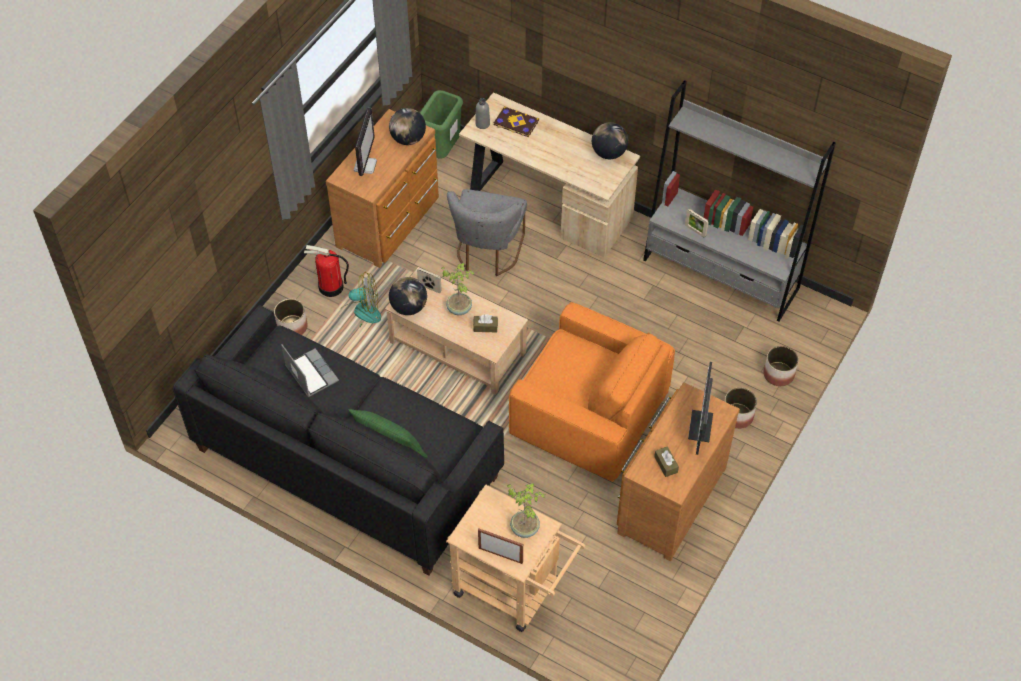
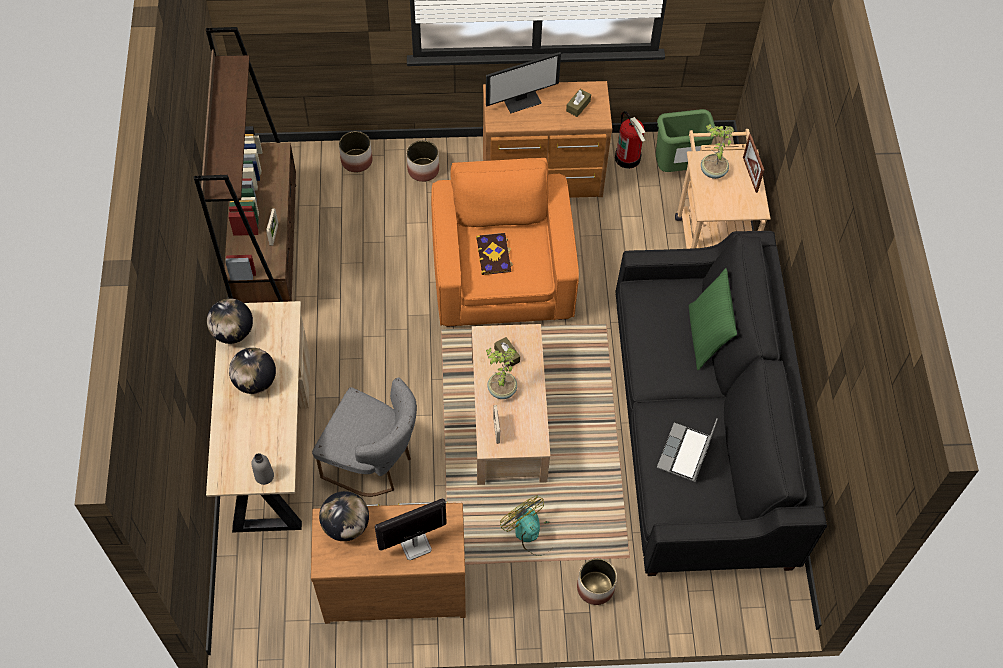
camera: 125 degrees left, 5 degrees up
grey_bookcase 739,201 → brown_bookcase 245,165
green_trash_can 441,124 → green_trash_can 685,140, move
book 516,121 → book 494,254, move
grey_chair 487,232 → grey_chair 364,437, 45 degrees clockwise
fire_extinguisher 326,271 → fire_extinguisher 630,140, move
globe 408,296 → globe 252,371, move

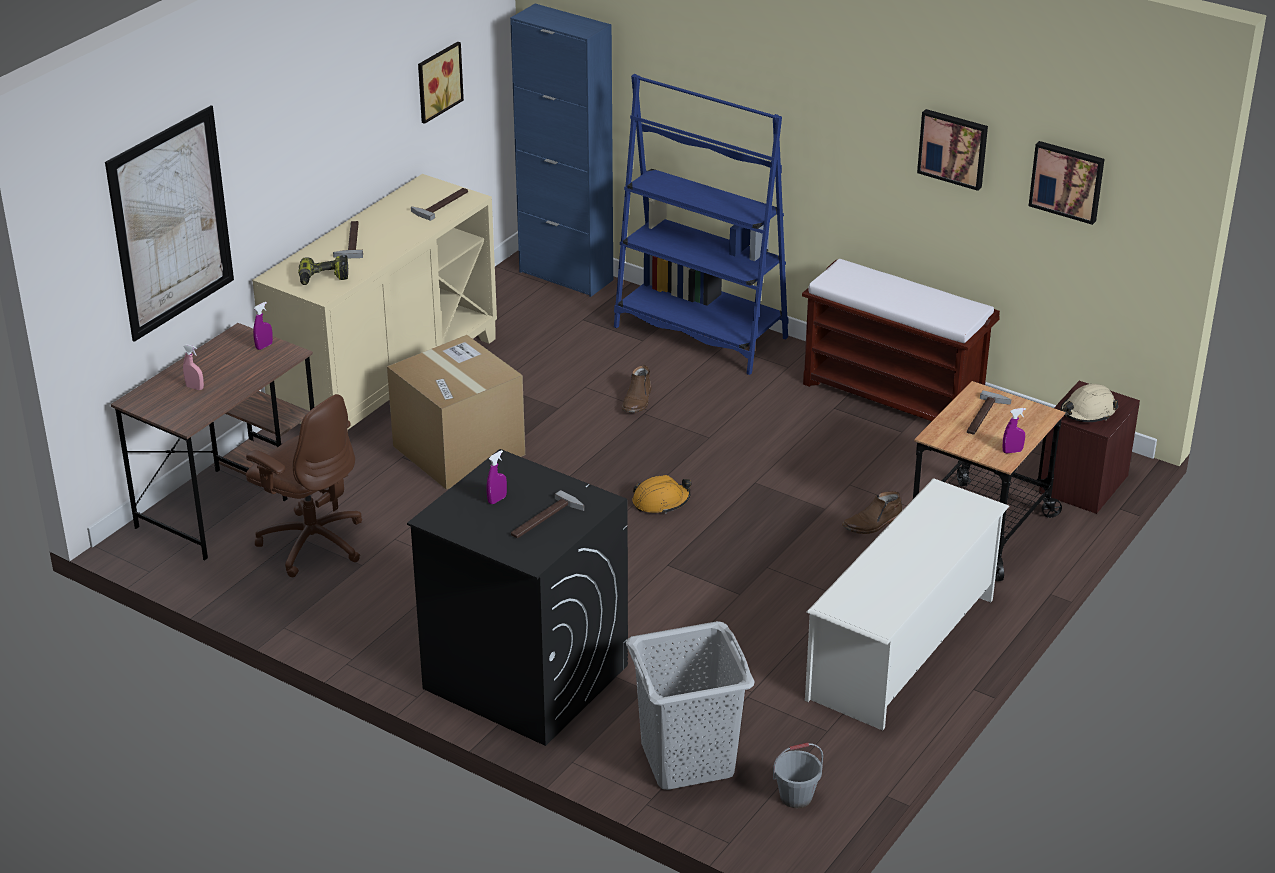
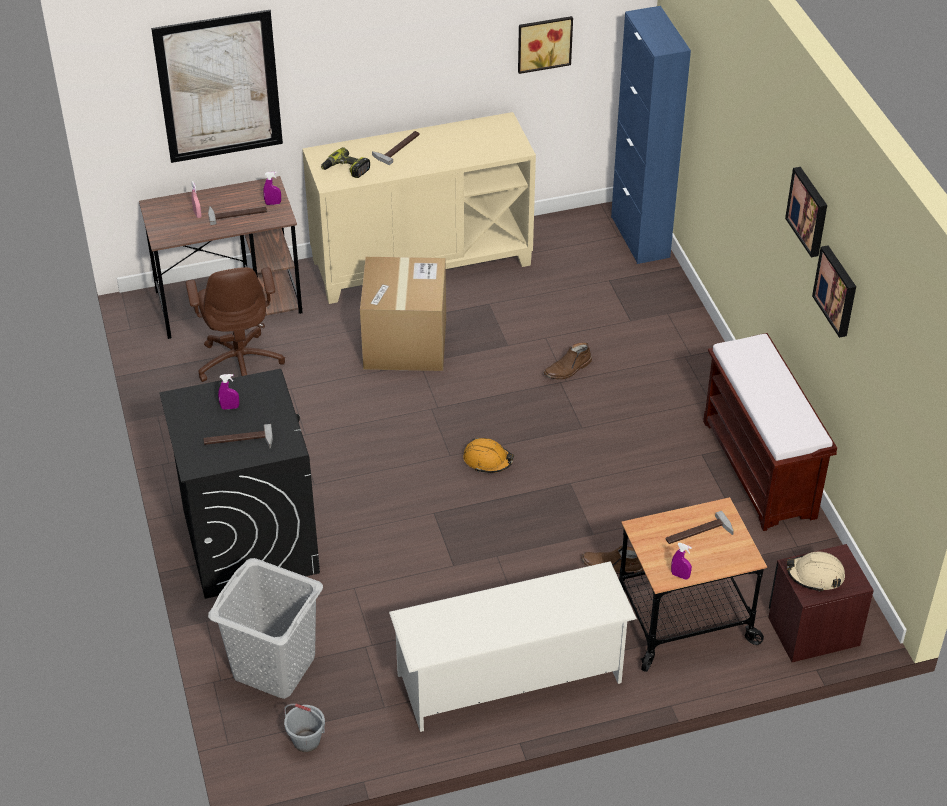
camera: 40 degrees right, 10 degrees up
blue_bookcase 701,224 → -
picture 1066,183 → picture 806,212, move
hammer 439,204 → hammer 237,215, move

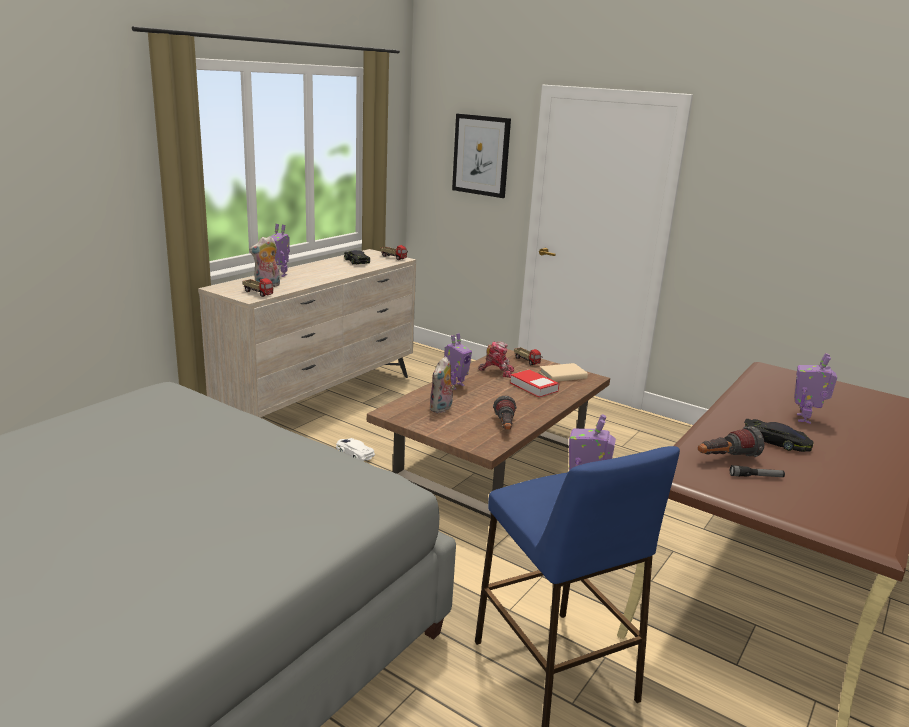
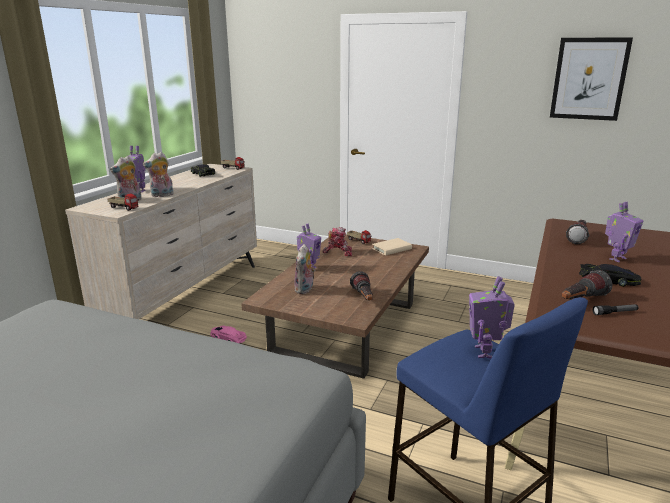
camera: 10 degrees left, 0 degrees up
picture 481,156 → picture 591,79, move
toy_robot 815,388 → toy_robot 624,232, 135 degrees counterclockwise
book 534,383 → -
white_toy_car 355,449 → pink_toy_car 228,334
- → plush_toy 158,174
- → flashlight 577,232

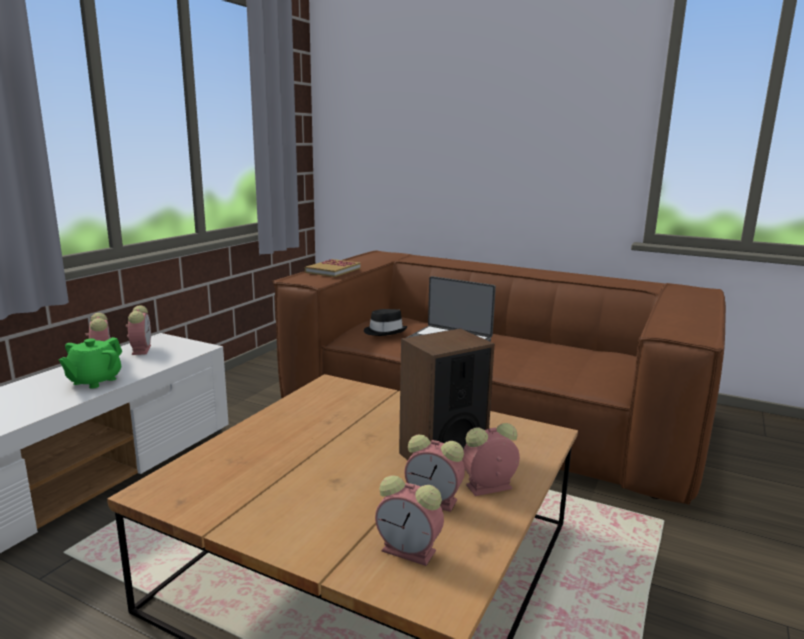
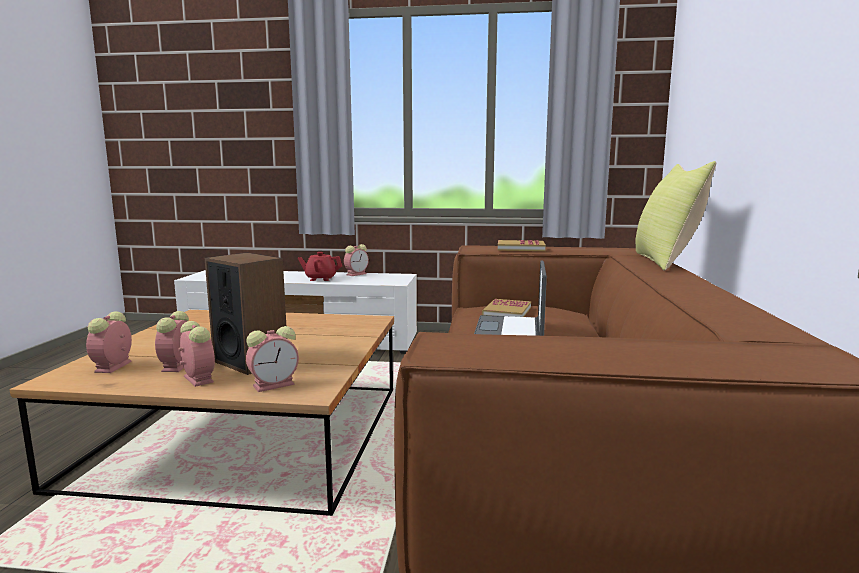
camera: 70 degrees right, 5 degrees down
alarm_clock 138,330 → alarm_clock 272,359, move
black_hat 385,322 → book 506,308
green_teapot 90,362 → red_teapot 320,266
- → yellow_pillow 675,216

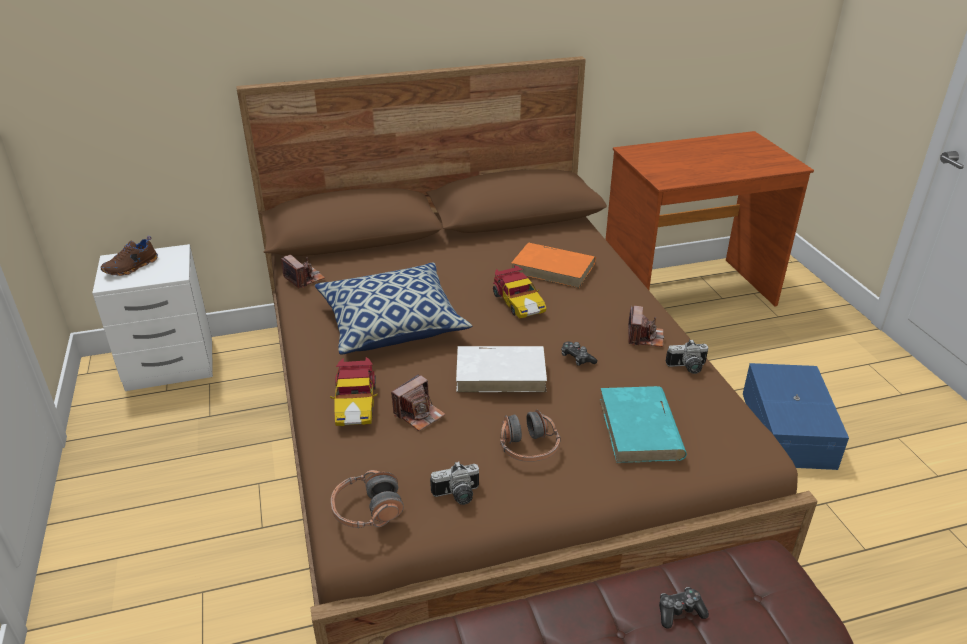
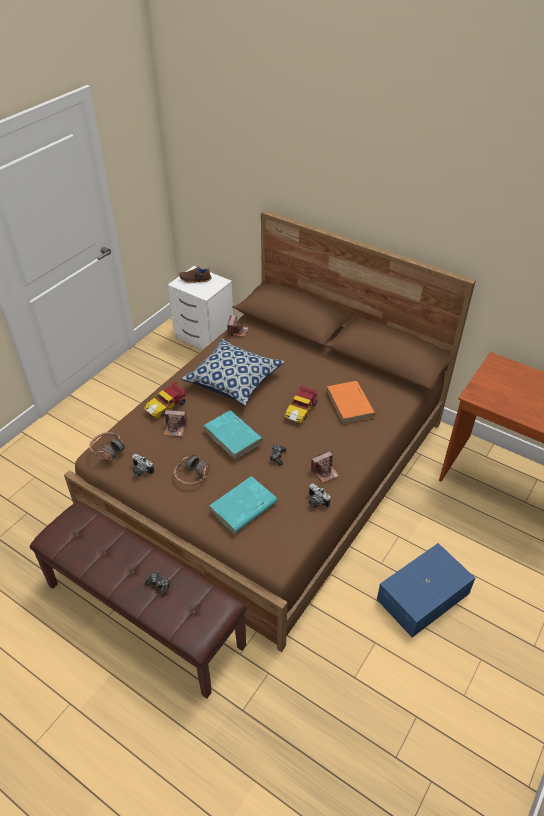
camera: 50 degrees right, 10 degrees up
white_book 501,369 → turquoise_book 233,435

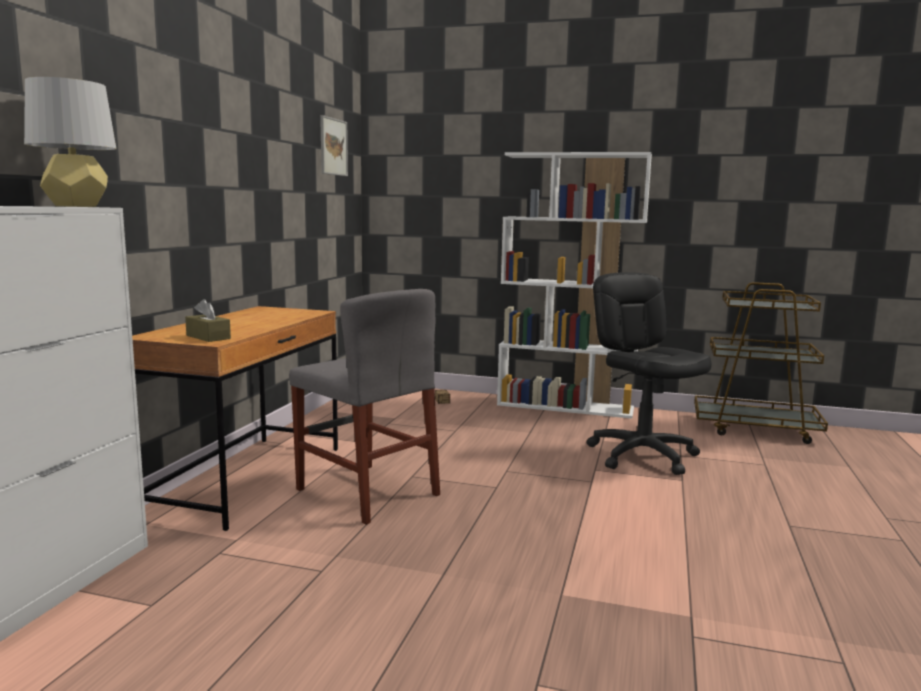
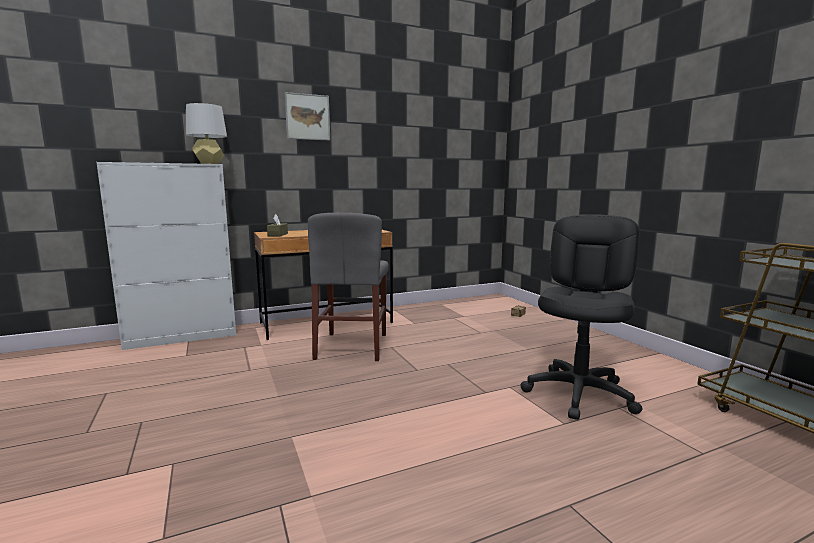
camera: 50 degrees right, 0 degrees up
picture 334,145 → picture 307,116, move
white_bookcase 574,285 → -

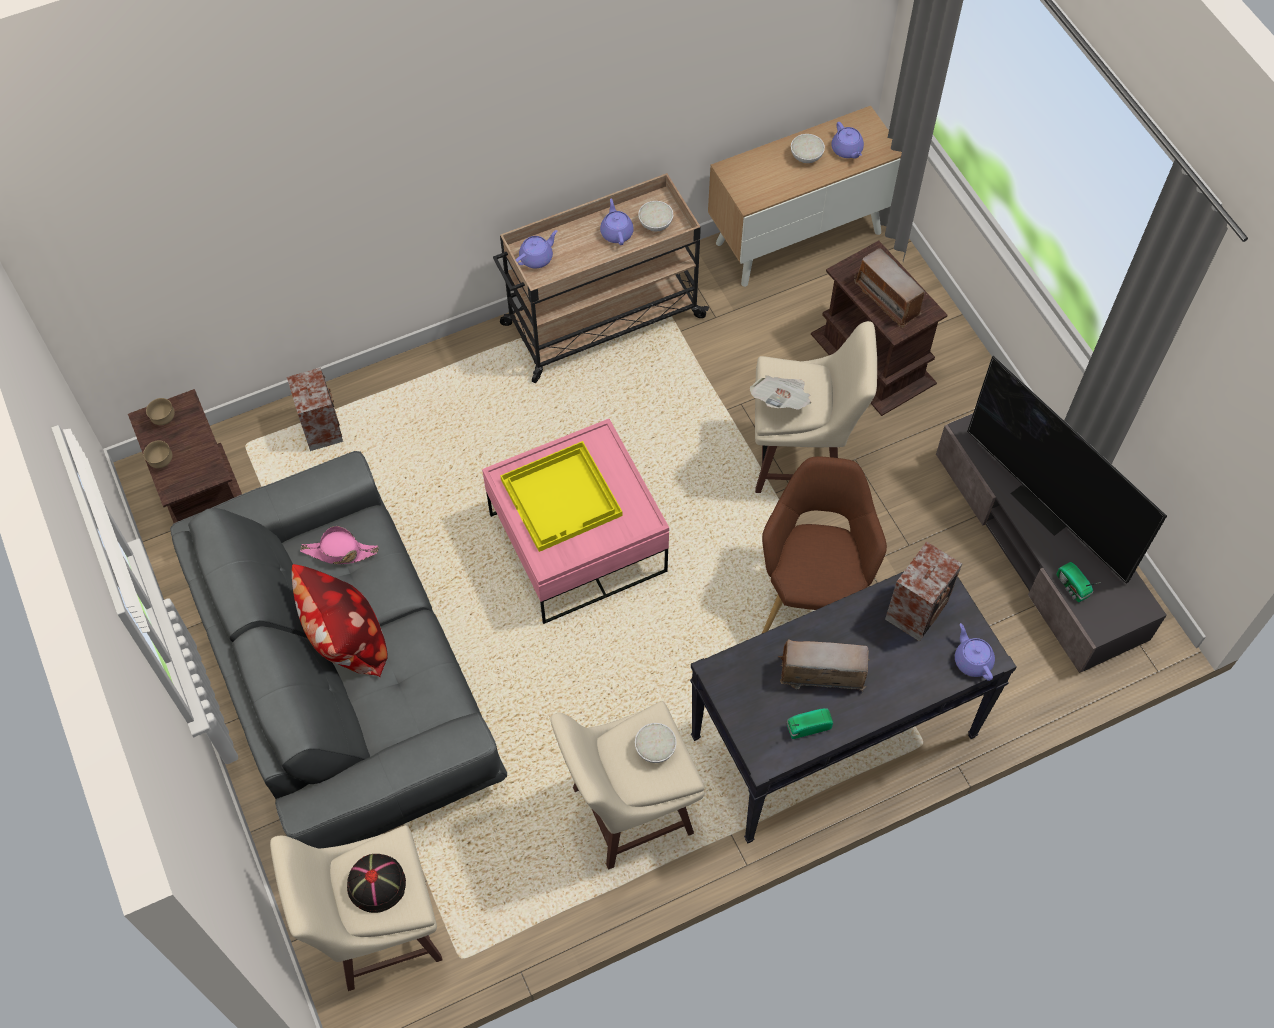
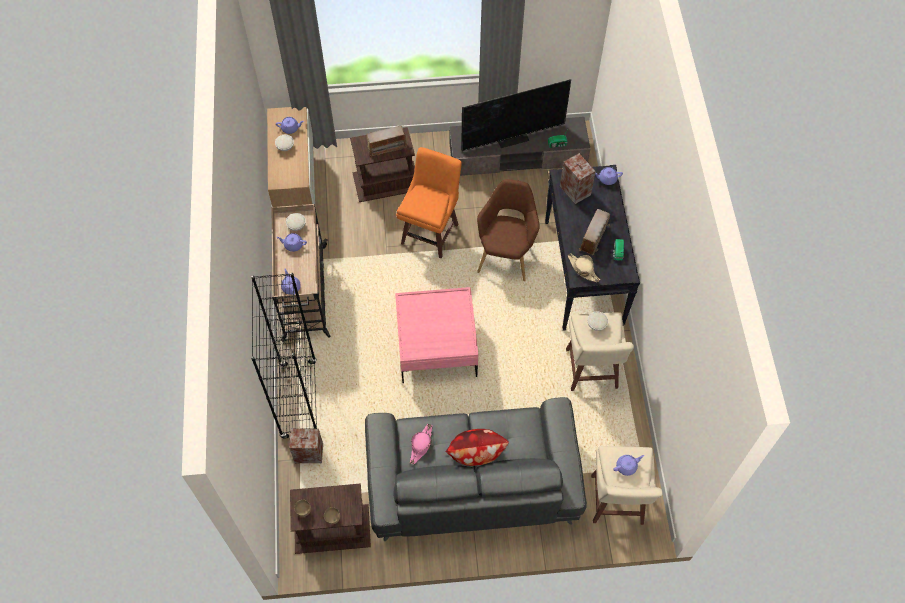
camera: 70 degrees left, 0 degrees up
beige_stool 816,407 → orange_stool 429,202
newspaper 780,392 → -
yellow_tray 561,496 → -
brown_armchair 824,544 → brown_armchair 508,230, 75 degrees clockwise
black_hat 376,883 → purple_teapot 628,465
- → beige_hat 584,267
- → black_bookcase 284,356

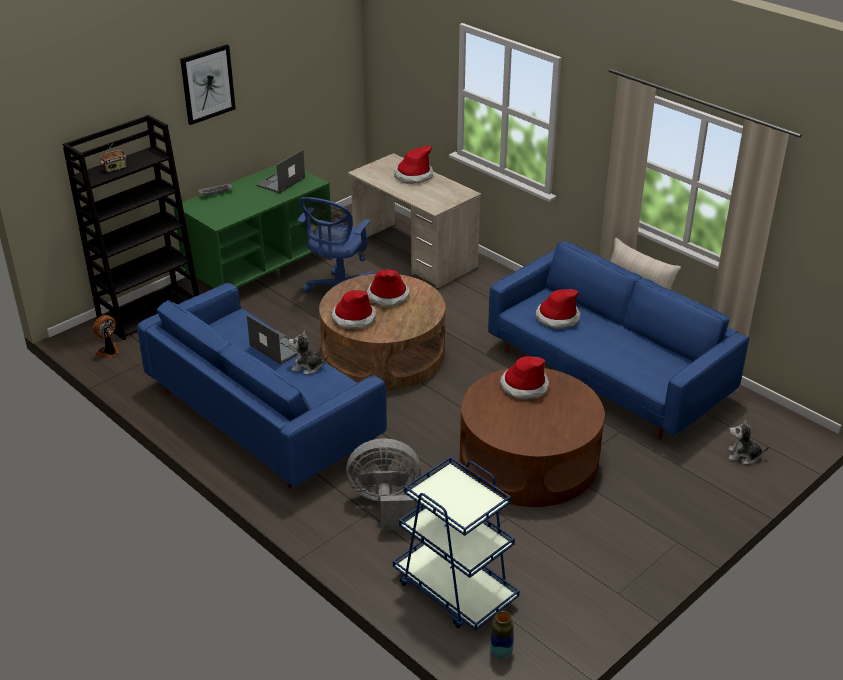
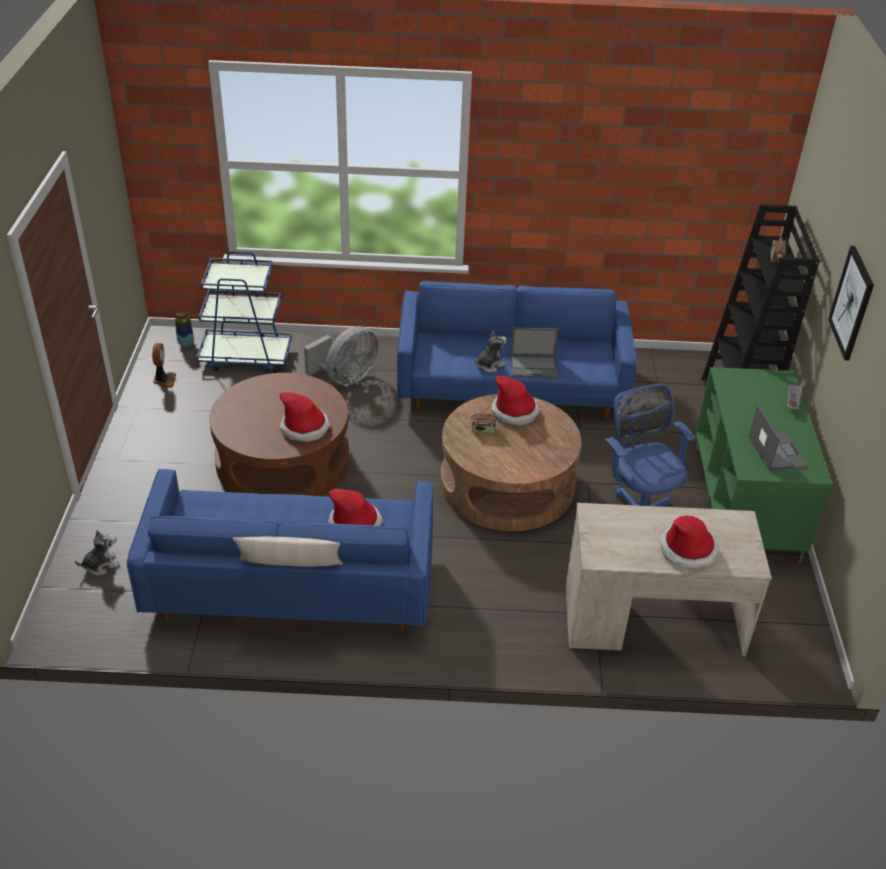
camera: 135 degrees right, 5 degrees up
hat 388,288 → -
fan 106,336 → fan 164,365, move
- → radio 484,420

